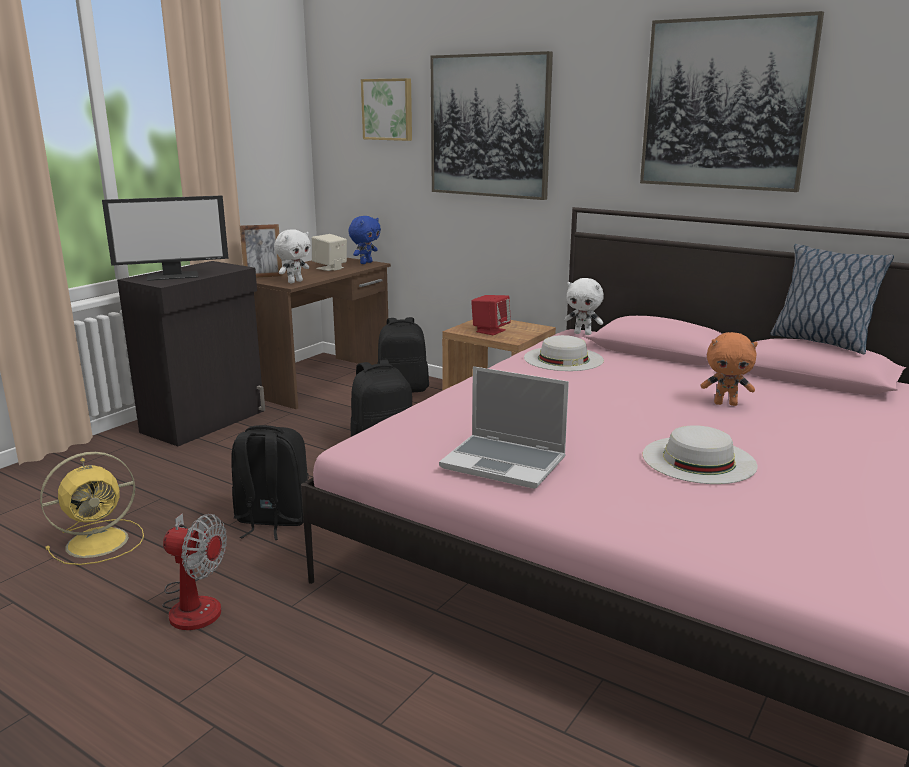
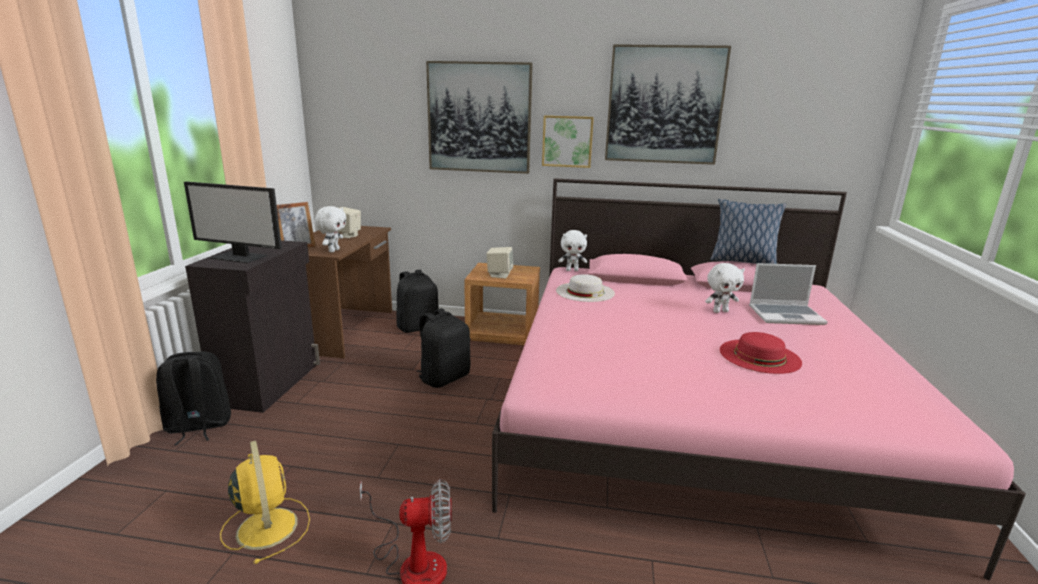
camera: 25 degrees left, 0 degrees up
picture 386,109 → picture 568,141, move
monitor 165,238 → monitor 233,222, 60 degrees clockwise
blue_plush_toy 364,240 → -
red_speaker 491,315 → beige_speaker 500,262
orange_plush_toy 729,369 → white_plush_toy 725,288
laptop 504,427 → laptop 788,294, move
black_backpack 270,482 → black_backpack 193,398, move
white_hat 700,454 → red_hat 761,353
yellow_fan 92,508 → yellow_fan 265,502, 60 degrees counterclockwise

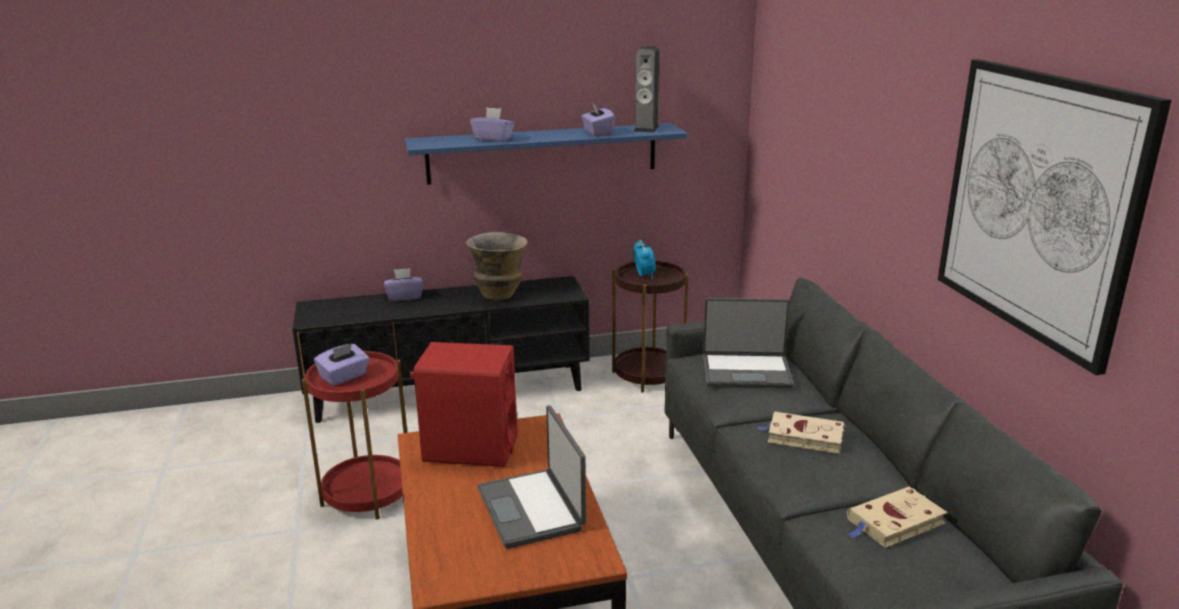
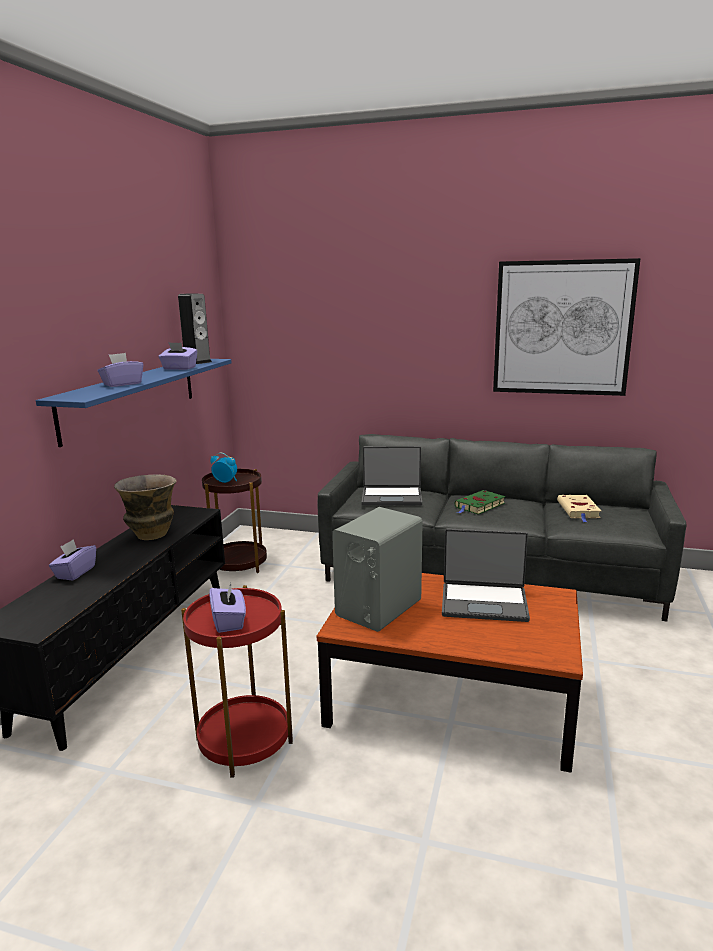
camera: 60 degrees left, 5 degrees down
laptop 748,343 → laptop 392,475, 60 degrees clockwise
red_speaker 463,404 → grey_speaker 377,569
beige_book 801,433 → green_book 480,502

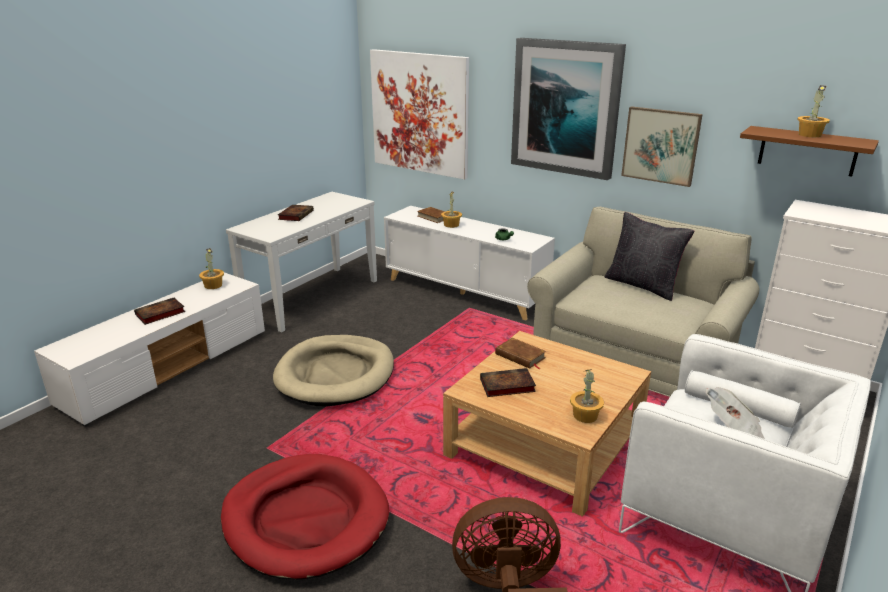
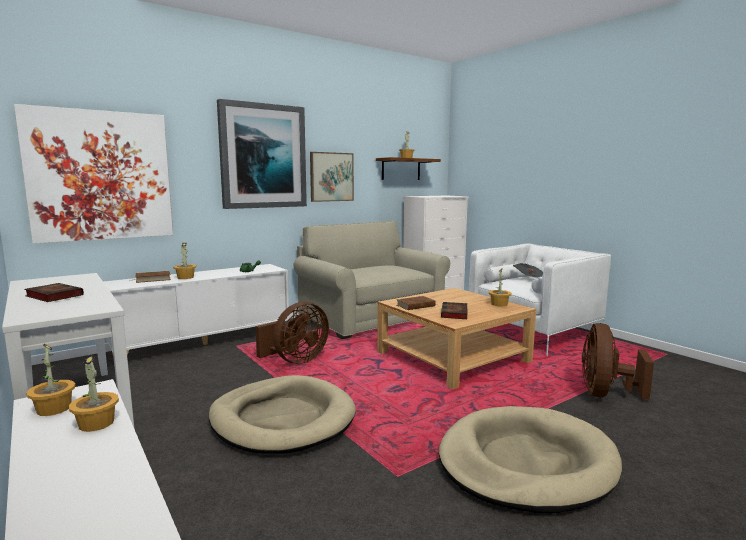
camera: 70 degrees left, 15 degrees down
black_pillow 649,256 → -
book 159,311 → -
red_dog_bed 305,517 → beige_dog_bed 530,459
- → brown_fan 292,333
- → potted_plant 94,393

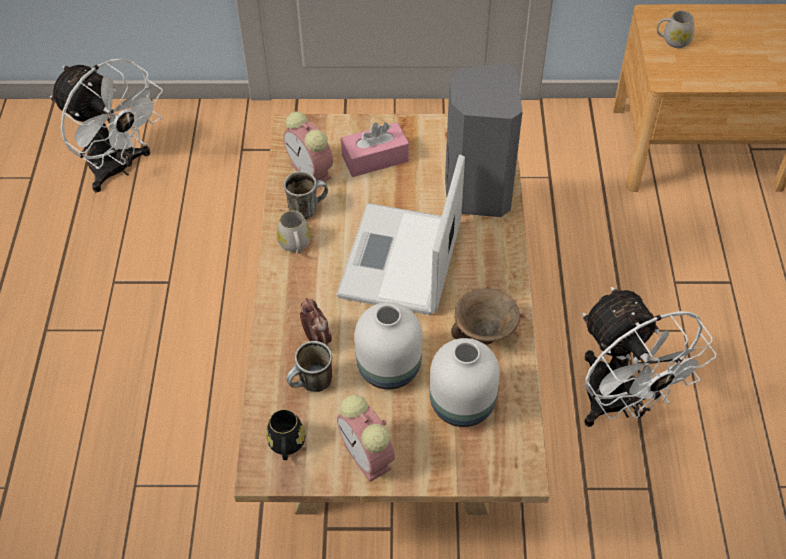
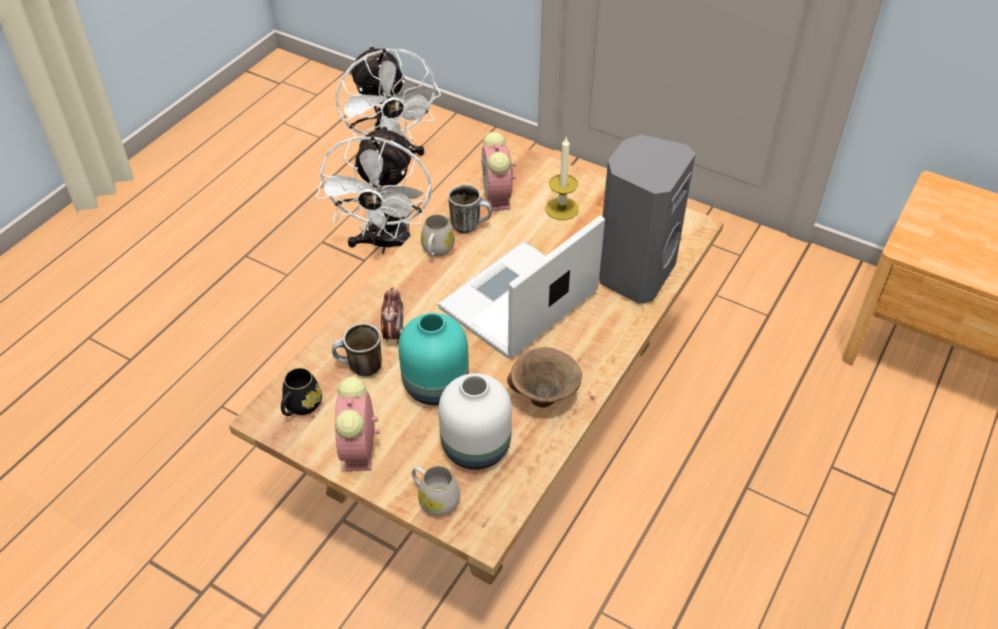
camera: 30 degrees right, 5 degrees down
white_mug 675,29 → white_mug 436,490, move
pink_tissue_box 375,149 → candle 562,178
white_fan 649,357 → white_fan 374,189, move
white_vase 388,345 → turquoise_vase 433,359

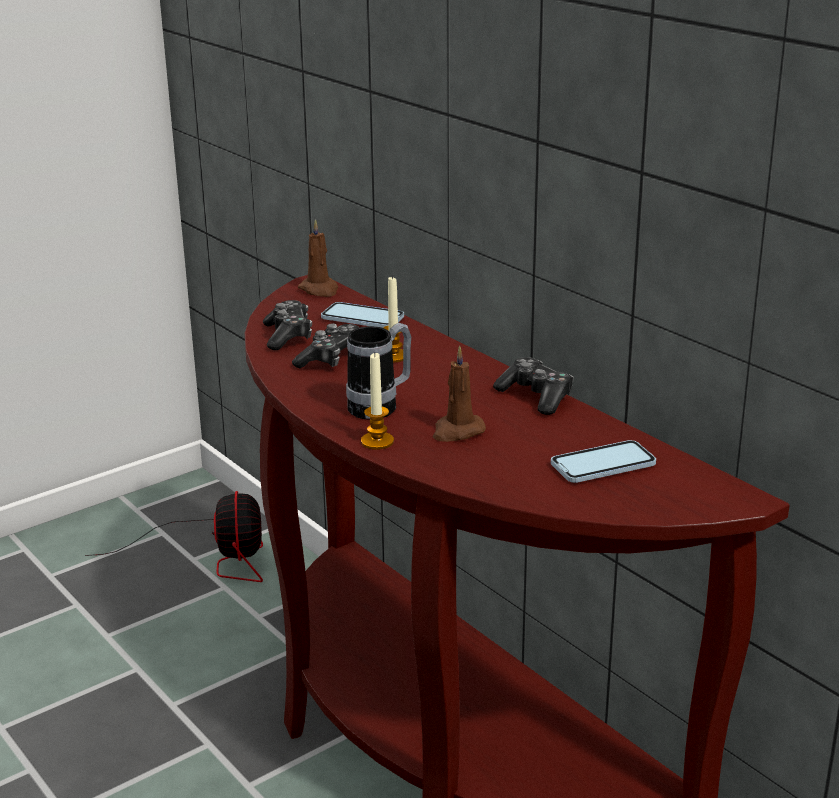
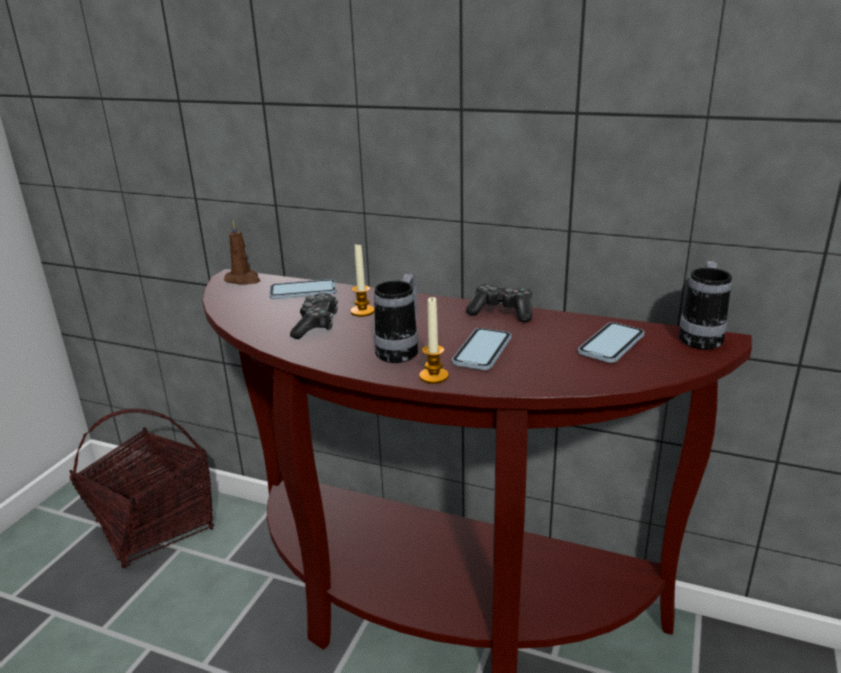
camera: 30 degrees left, 0 degrees up
game_controller 287,325 → -
brown_candle 459,393 → phone 481,349
fan 174,536 → basket 141,488
- → mug 705,305

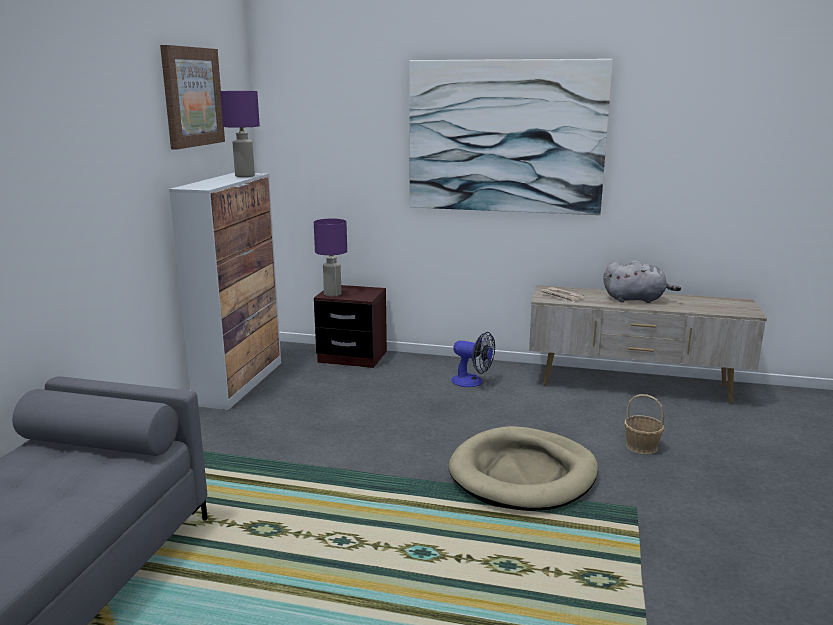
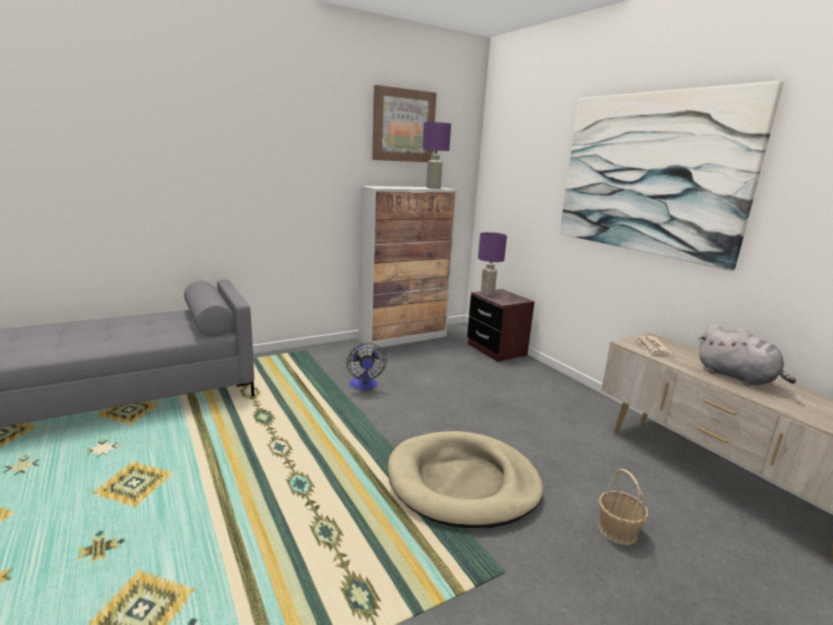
camera: 45 degrees right, 0 degrees up
fan 473,359 → fan 367,366, move

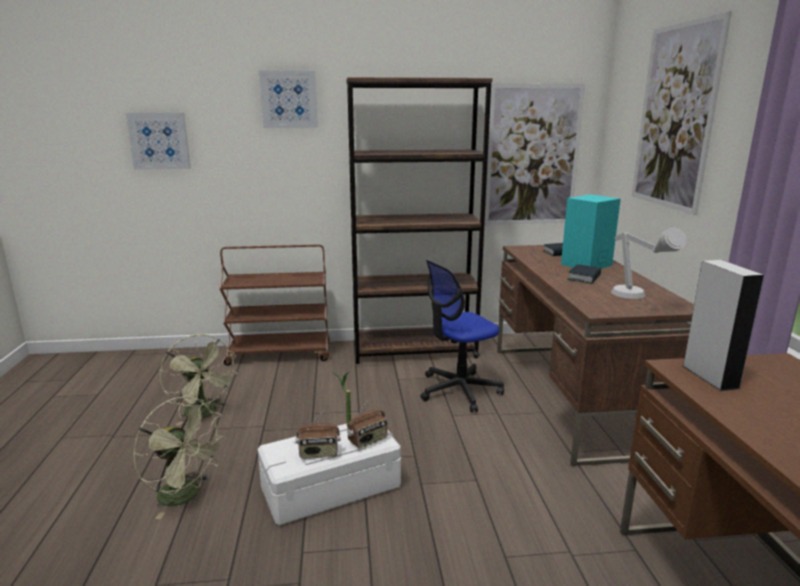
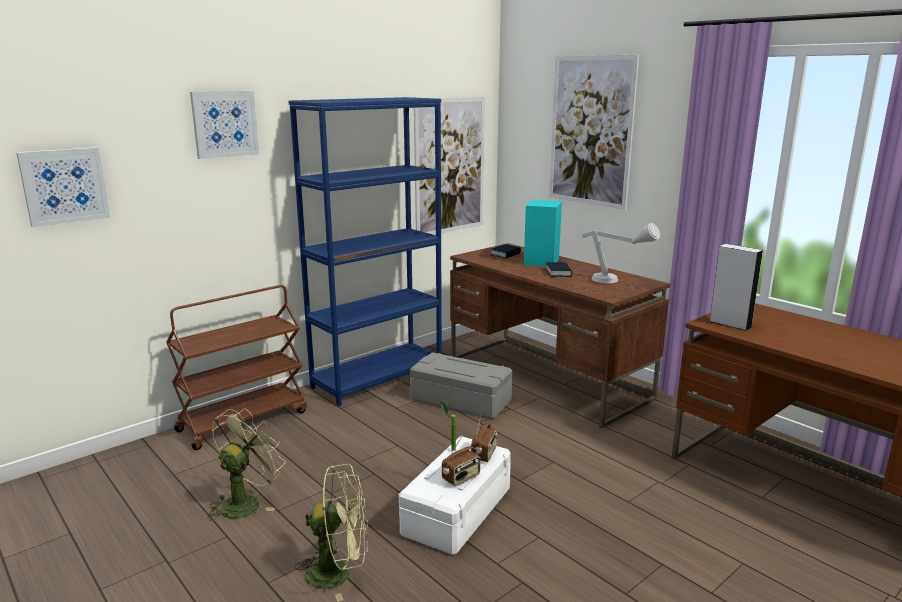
camera: 35 degrees left, 0 degrees up
brown_bookcase 419,220 → blue_bookcase 365,251
office_chair 462,336 → grey_storage_box 461,385
green_fan 198,379 → green_fan 246,464, 75 degrees counterclockwise

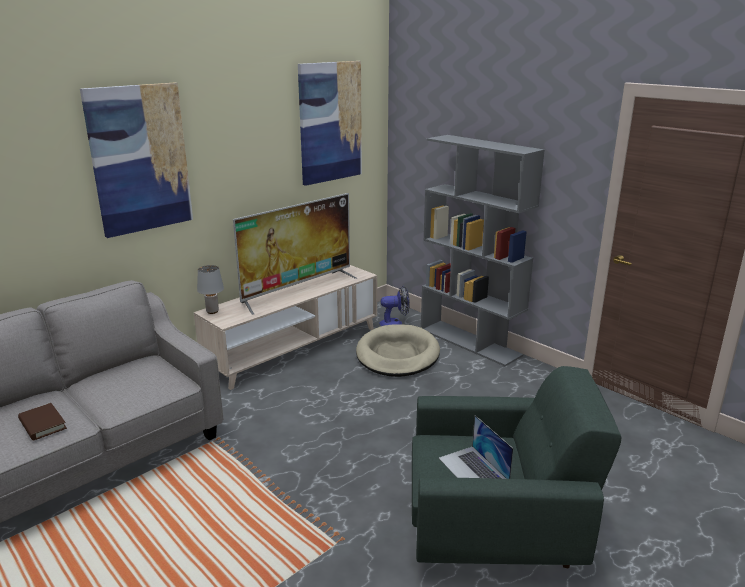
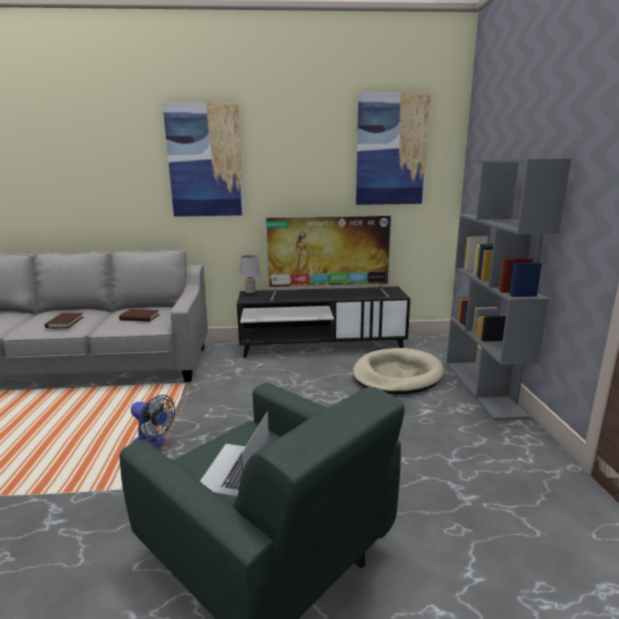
camera: 40 degrees right, 5 degrees down
beige_tv_stand 285,327 → black_tv_stand 323,322
fan 394,306 → fan 153,422, move
- → brown_book 139,315

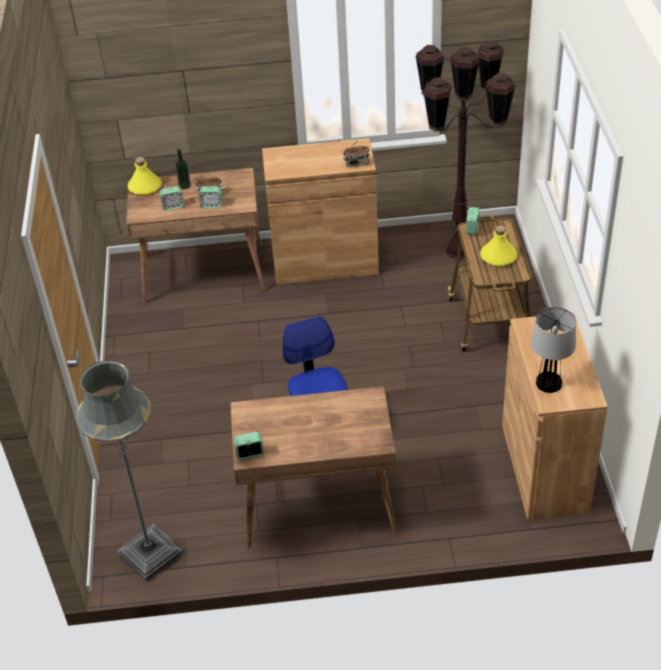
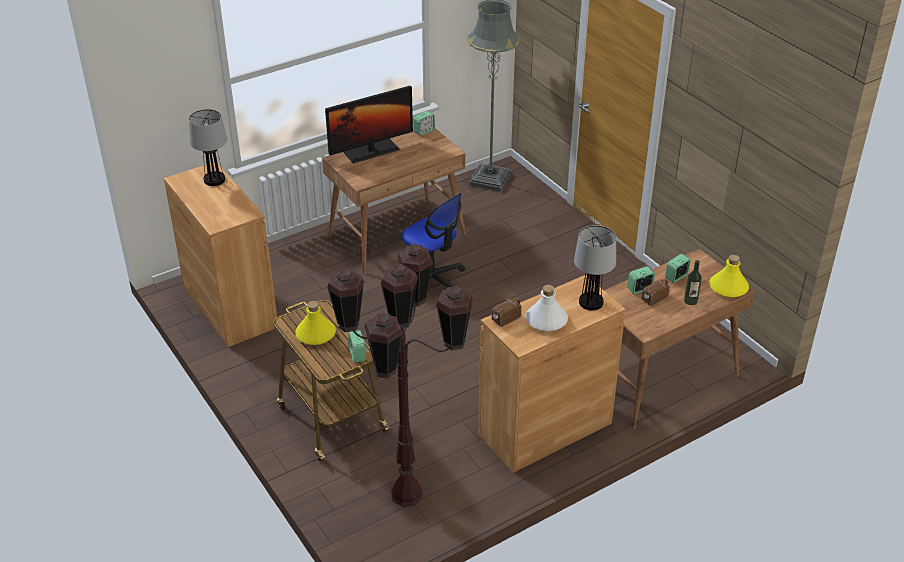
camera: 150 degrees right, 5 degrees down
- → monitor 369,125
- → table_lamp 595,268
- → white_bottle 546,308

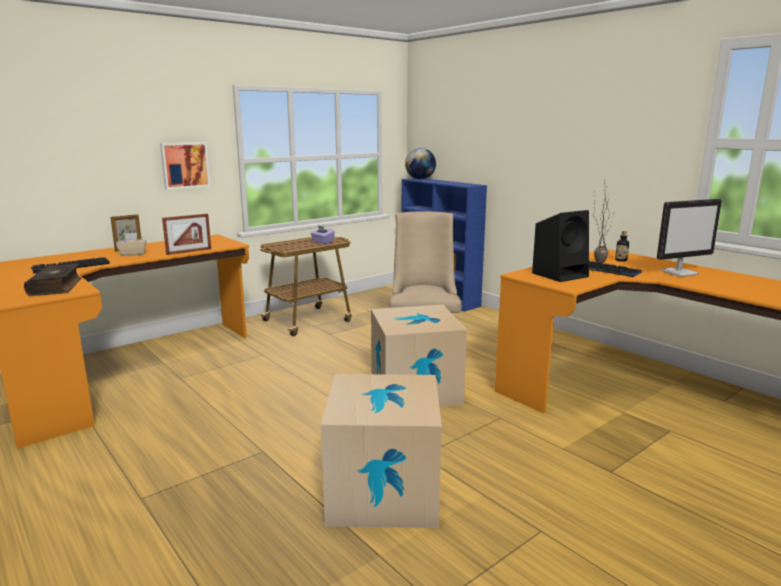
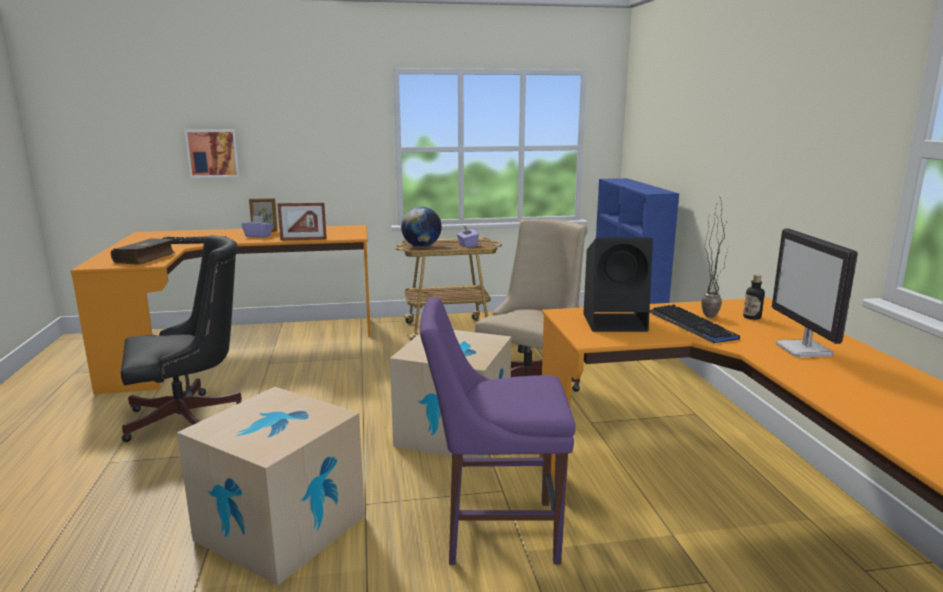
camera: 30 degrees right, 0 degrees up
picture 185,166 → picture 212,154, move
globe 420,164 → globe 421,226, move
monitor 689,238 → monitor 815,292, 75 degrees clockwise
beige_tissue_box 131,244 → purple_tissue_box 257,226
- → black_office_chair 181,338
- → purple_chair 498,431

